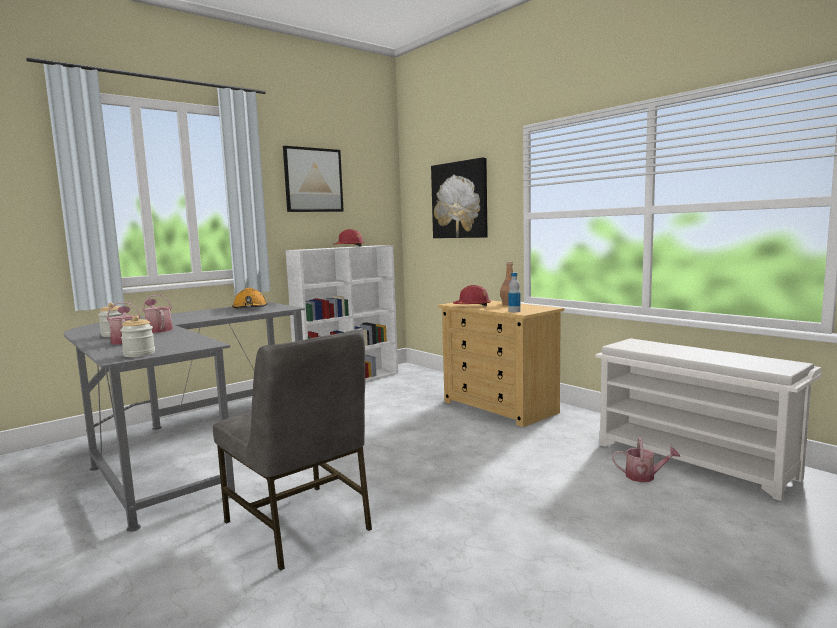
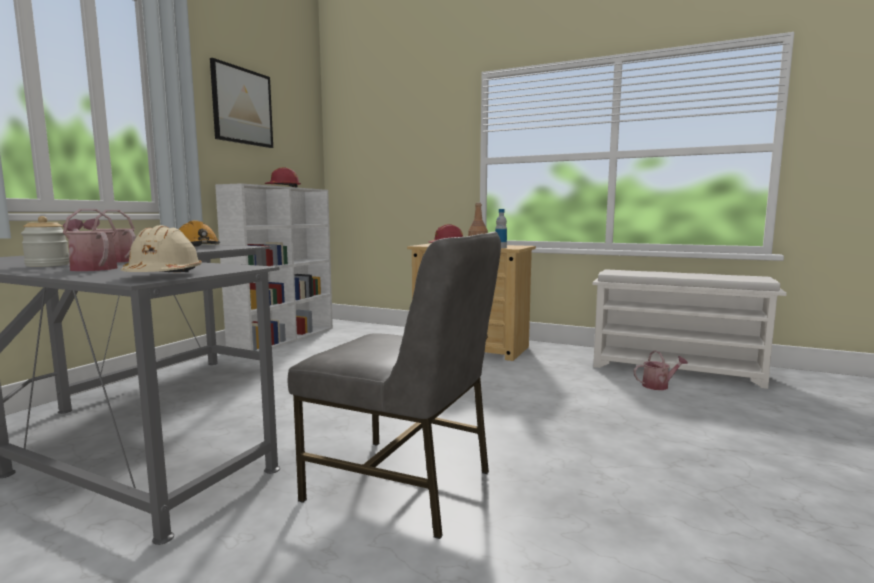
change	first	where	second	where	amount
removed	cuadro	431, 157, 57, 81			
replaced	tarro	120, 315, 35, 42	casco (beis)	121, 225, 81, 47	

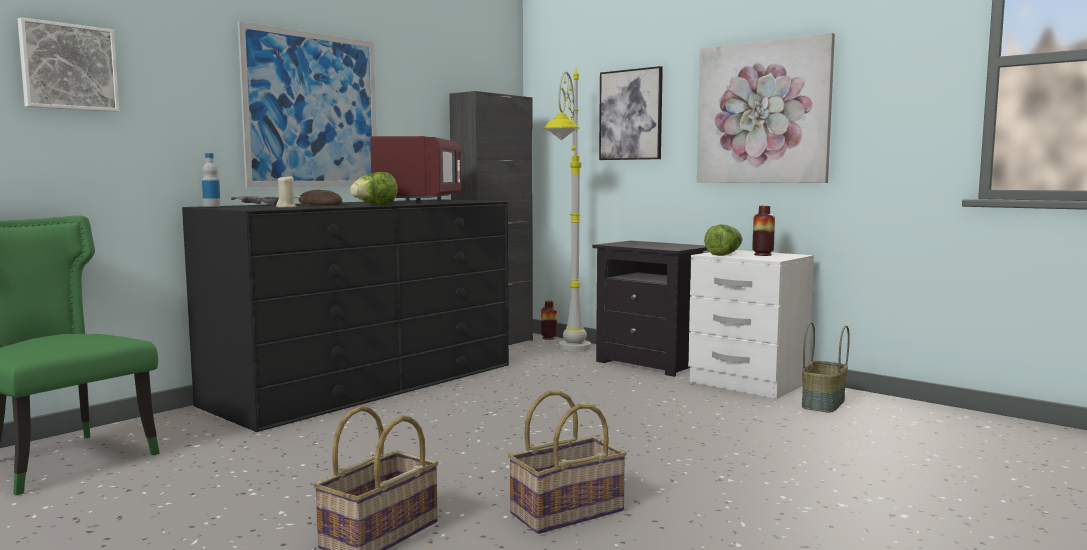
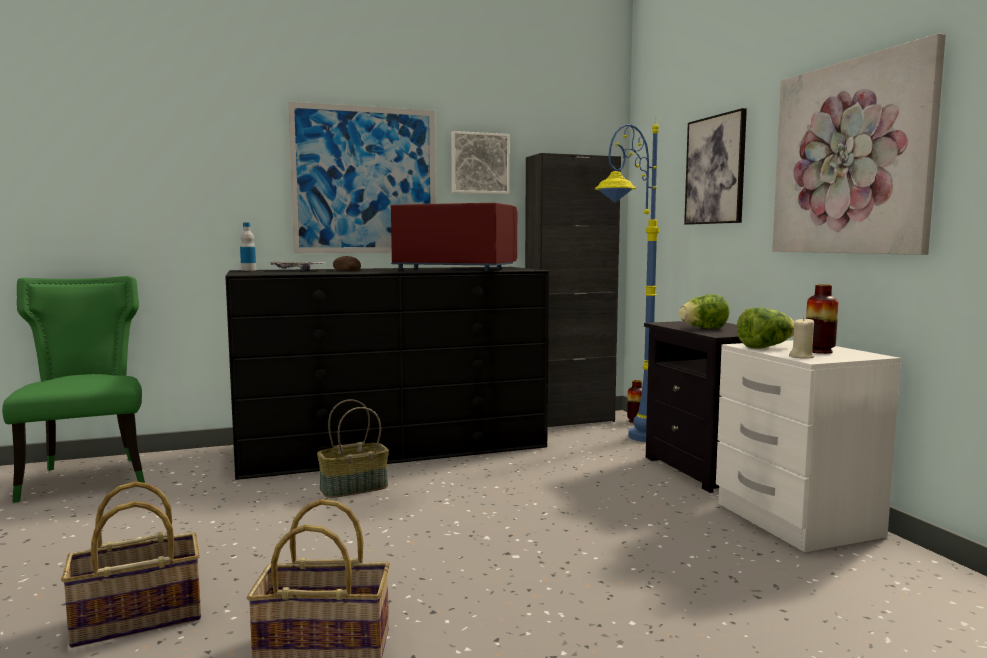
change	first	where	second	where	amount
moved	cuadro	18, 17, 101, 95		451, 131, 59, 63	
recoloured	lámpara de pie (gris)	544, 66, 47, 286	lámpara de pie (azul)	595, 117, 64, 325	
turned	microondas (rojo)	370, 136, 91, 67		391, 203, 126, 68	105 degrees counterclockwise
moved	lechuga	350, 172, 48, 33		678, 294, 51, 35	
moved	vela (beis)	276, 175, 20, 33		789, 318, 26, 41	
moved	cesta	802, 322, 48, 91		317, 399, 72, 99	

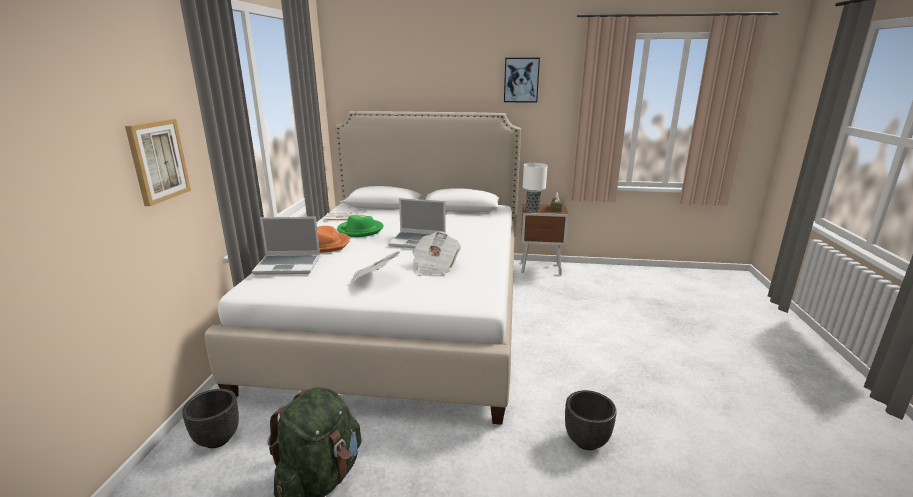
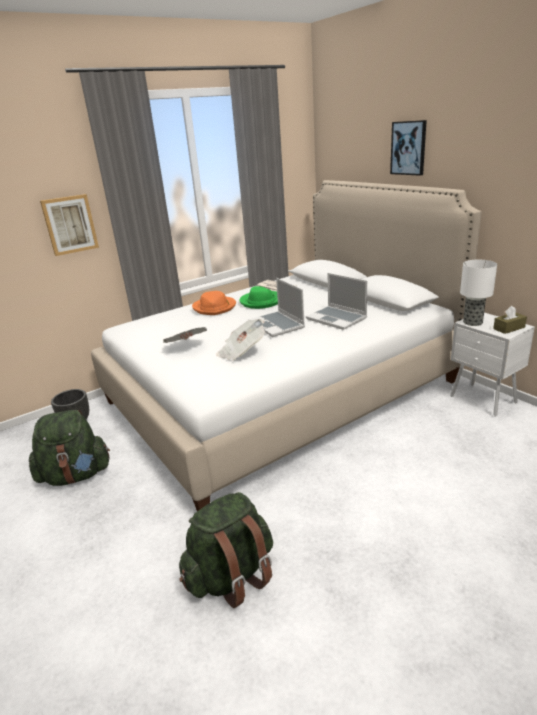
change	first	where	second	where	amount
moved	cuadro	504, 58, 36, 45		390, 120, 37, 56	
recoloured	mesita de noche (marrón)	521, 204, 48, 71	mesita de noche (blanco)	450, 313, 85, 103	
moved	portátil	252, 217, 68, 58		306, 273, 61, 57	
replaced	maceta (negro)	565, 390, 51, 60	mochila (verde)	179, 492, 94, 116	

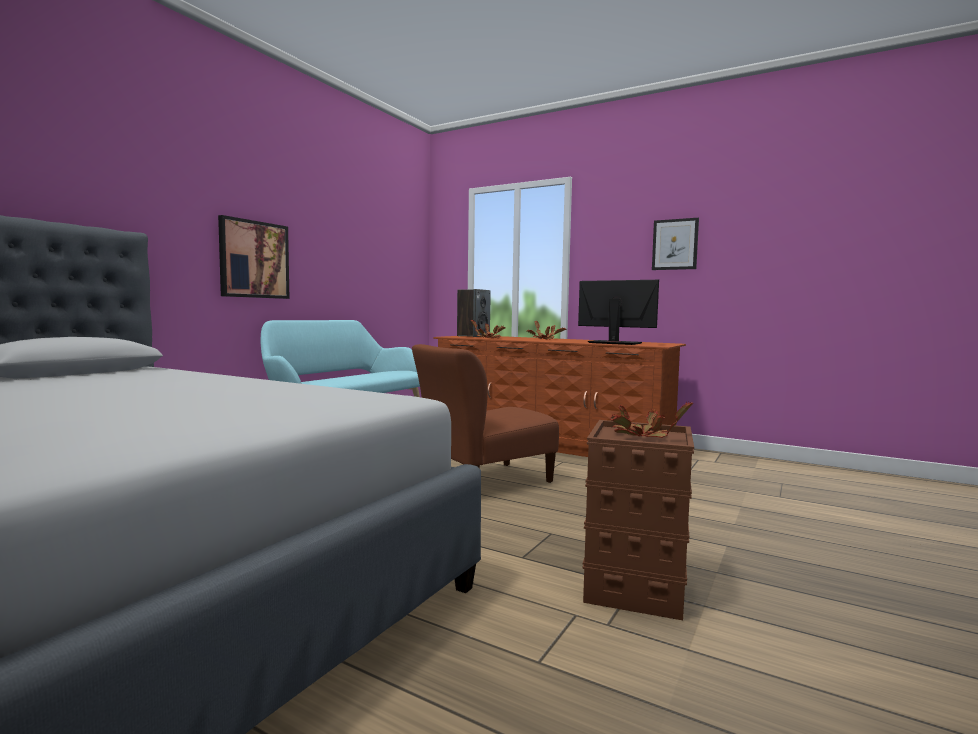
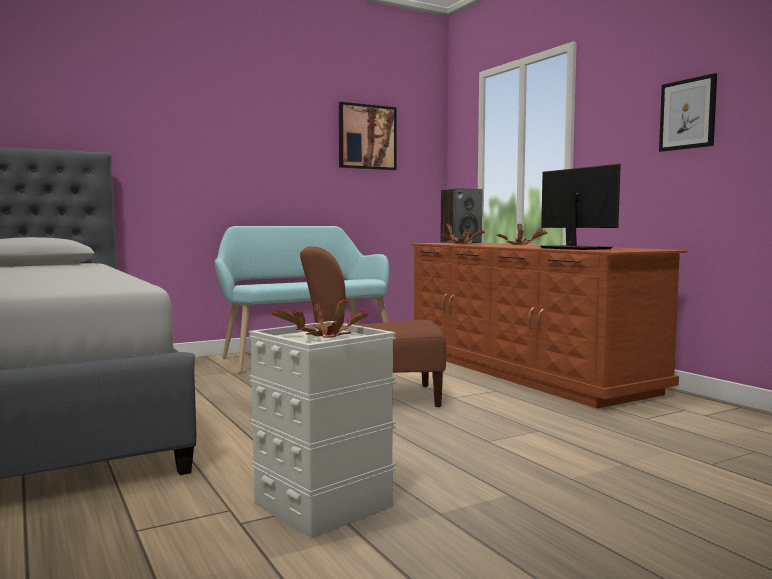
change	first	where	second	where	amount
moved	cuadro	218, 215, 71, 84		339, 102, 58, 68	
recoloured	caja de almacenaje (marrón)	582, 420, 112, 200	caja de almacenaje (gris)	249, 321, 147, 218	

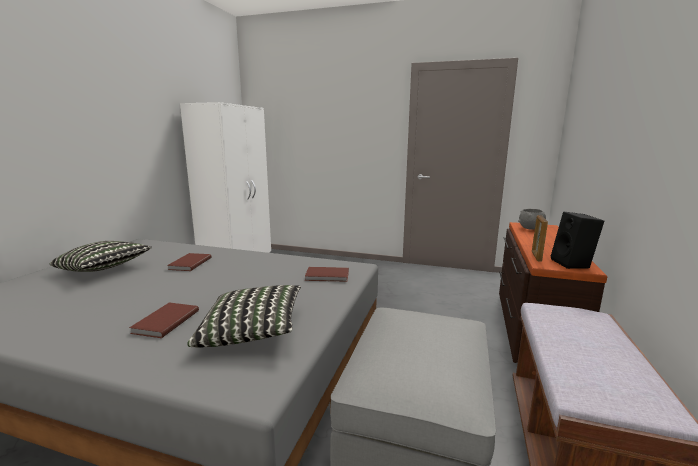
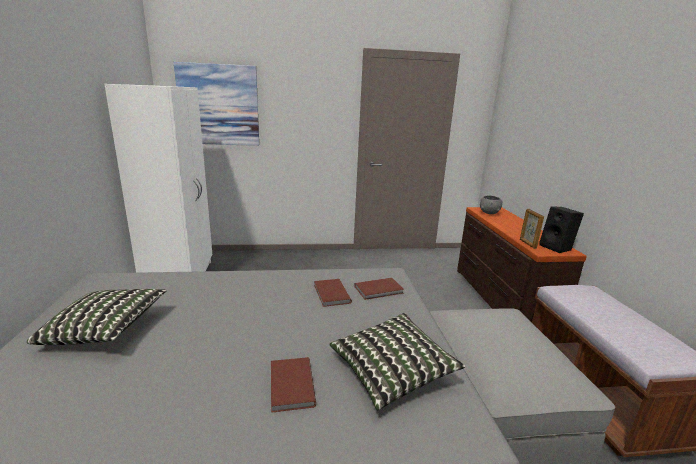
change	first	where	second	where	amount
moved	libro (marrón)	167, 253, 44, 18		314, 279, 38, 28	
added			cuadro	174, 62, 85, 84	

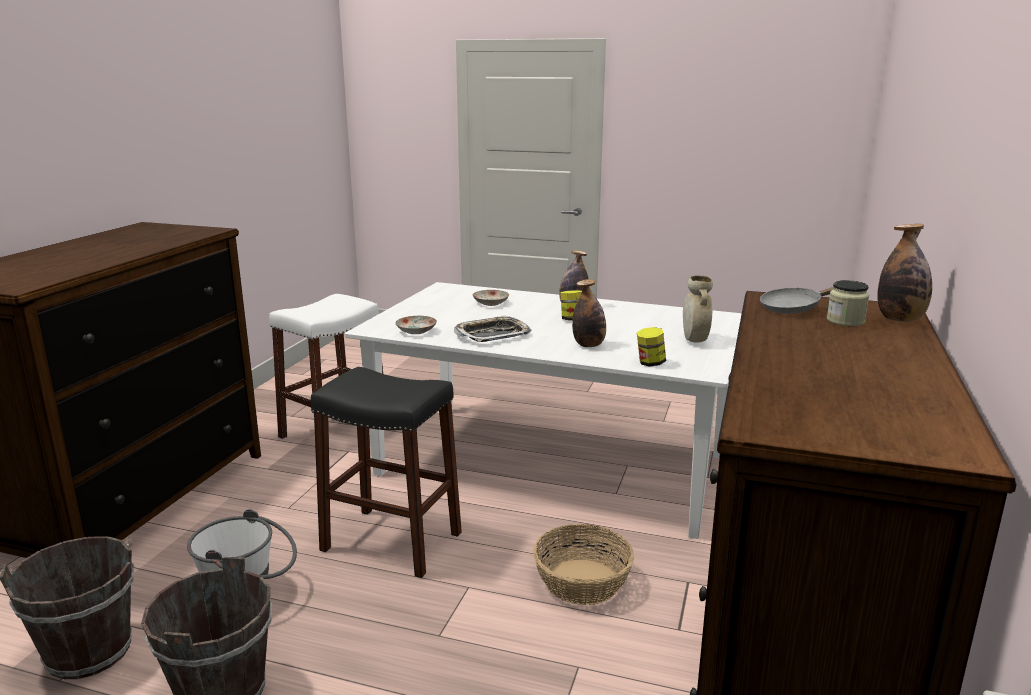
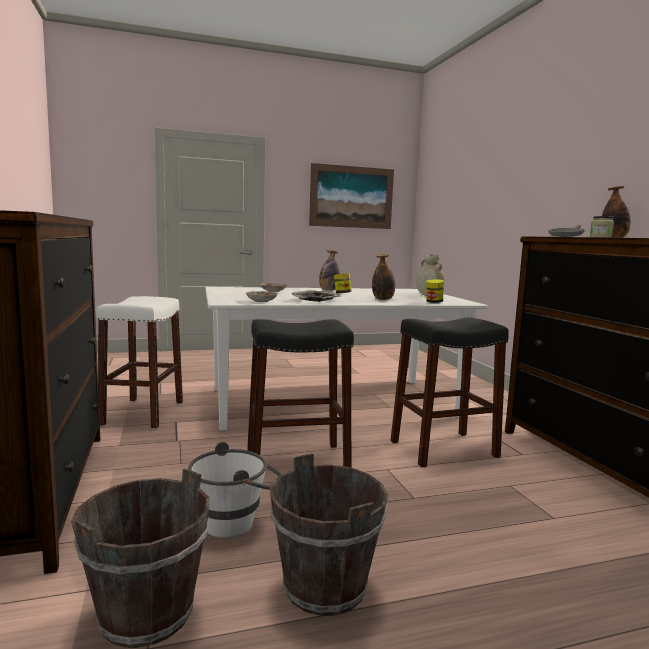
change	first	where	second	where	amount
replaced	cesta	533, 524, 101, 81	taburete (negro)	391, 317, 118, 150	
added			cuadro	309, 163, 85, 66	

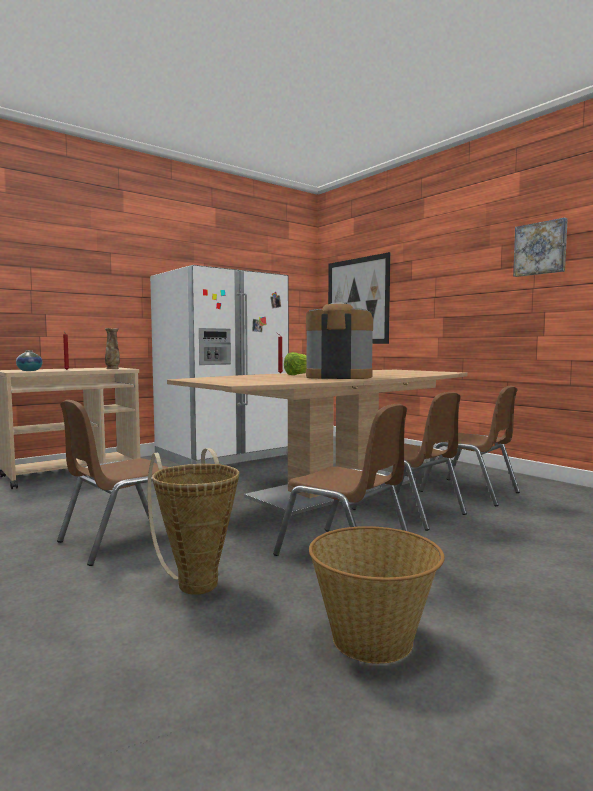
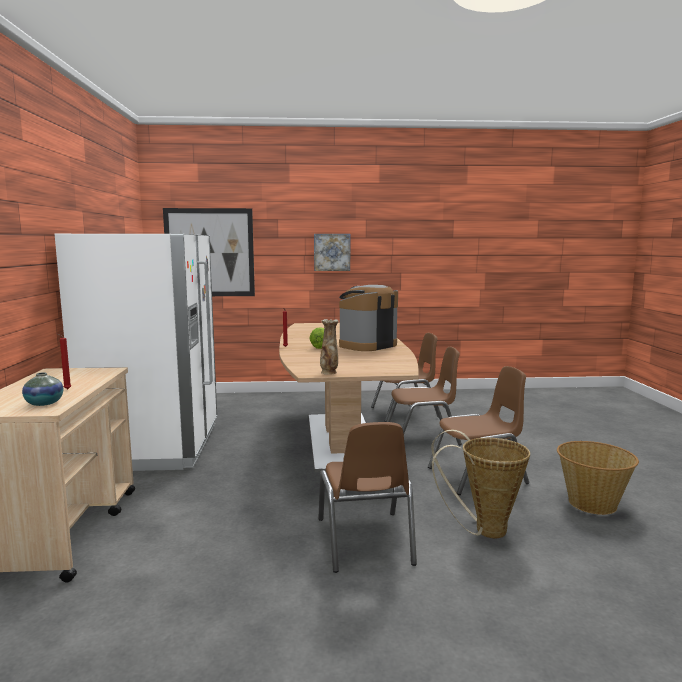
change	first	where	second	where	amount
moved	cuadro	513, 217, 55, 60		314, 234, 36, 37	
moved	florero	105, 328, 15, 41		320, 319, 19, 56	

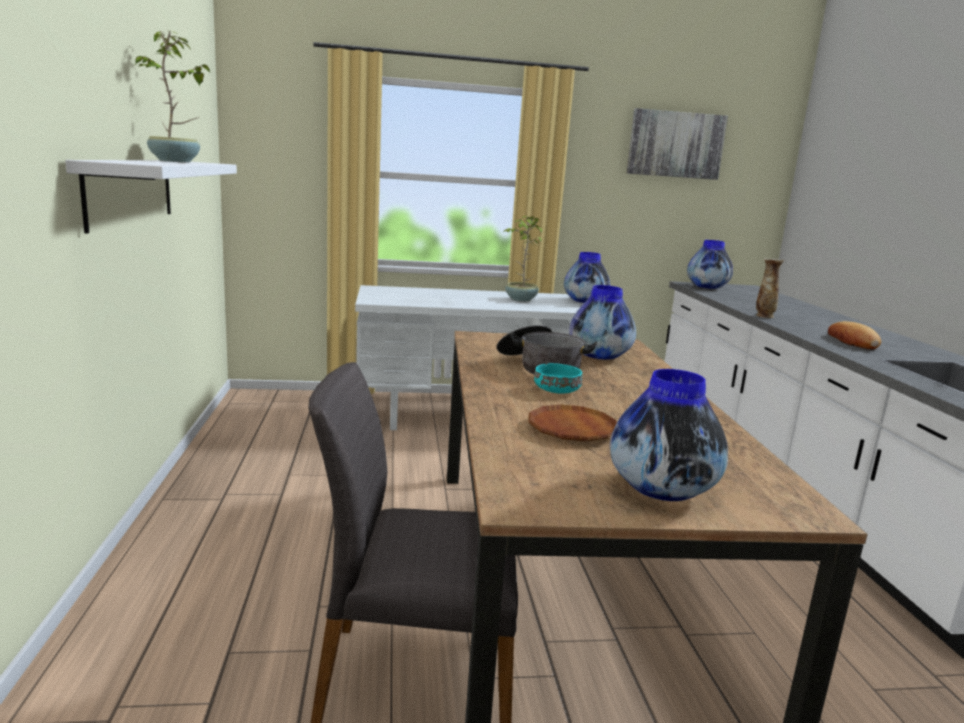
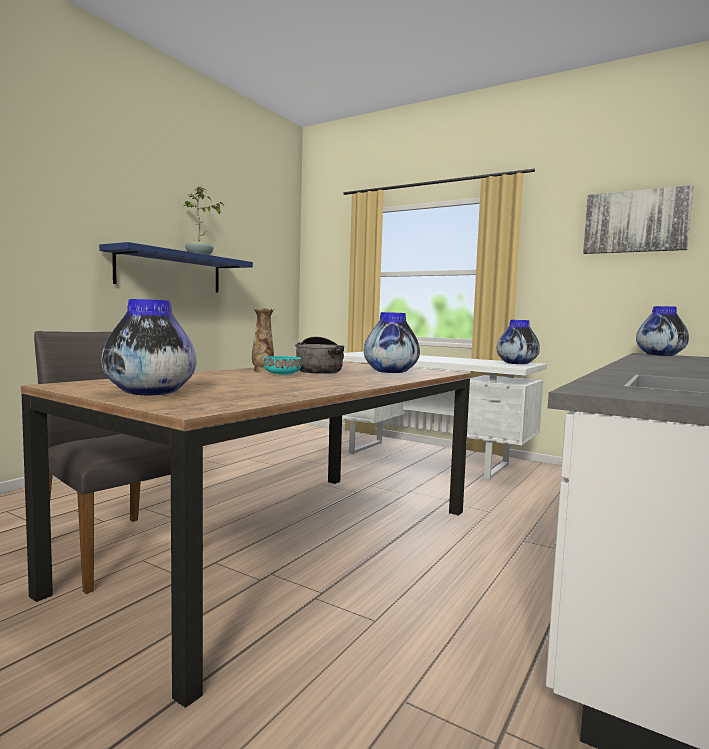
change	first	where	second	where	amount
recoloured	estante (blanco)	65, 160, 172, 74	estante (azul)	99, 242, 154, 51	
removed	planta en maceta	503, 216, 39, 86			
moved	florero	756, 258, 28, 60		252, 308, 22, 64	
removed	pan	828, 321, 53, 28			
removed	plato (marrón)	528, 404, 89, 38			

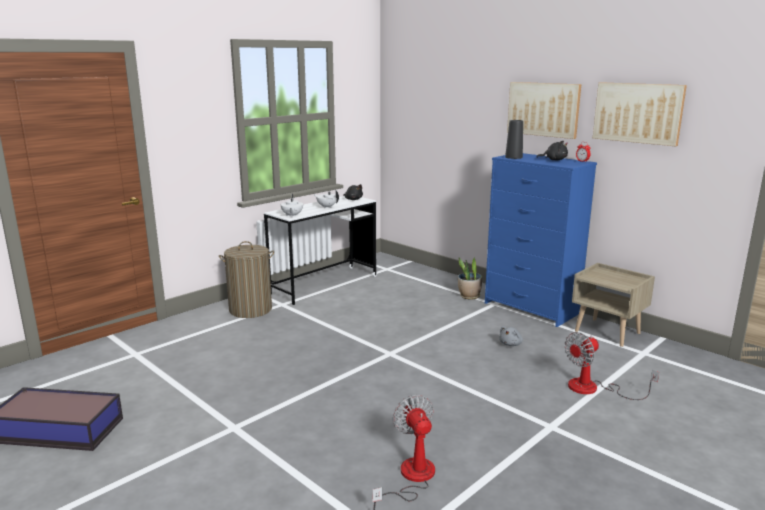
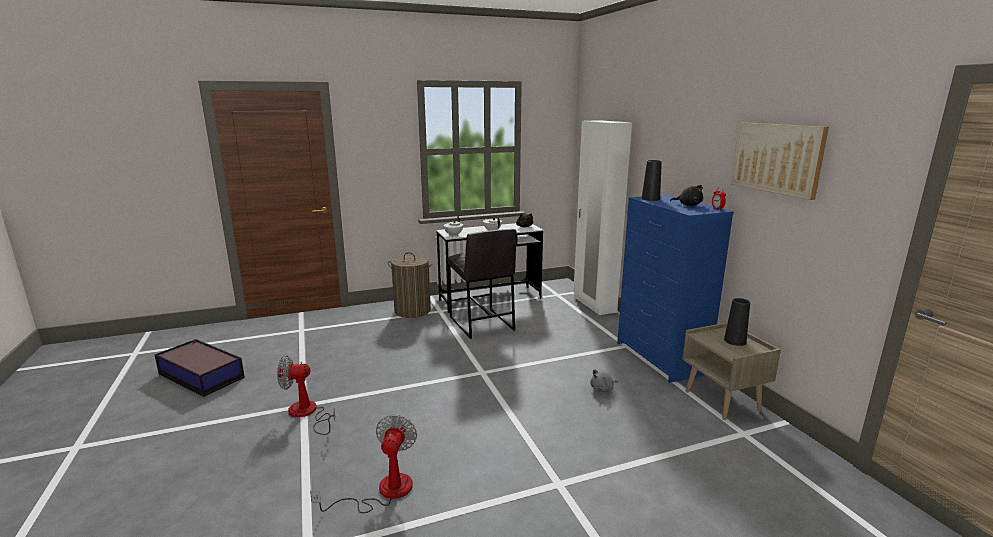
change	first	where	second	where	amount
removed	cuadro	507, 82, 74, 57			
removed	planta en maceta	458, 257, 24, 43			
moved	ventilador	564, 332, 95, 68		277, 355, 59, 80	
added			armario ropero (blanco)	573, 120, 59, 195	
added			taburete (gris)	447, 229, 69, 110	
added			florero (negro)	724, 298, 26, 48	

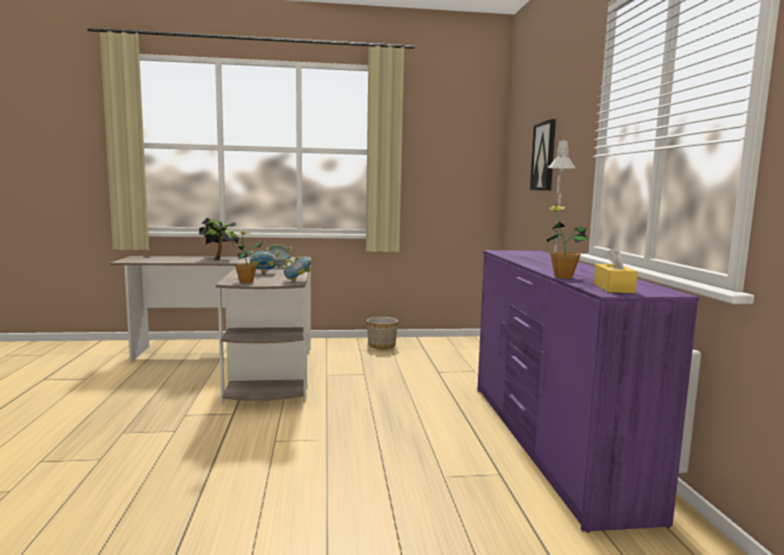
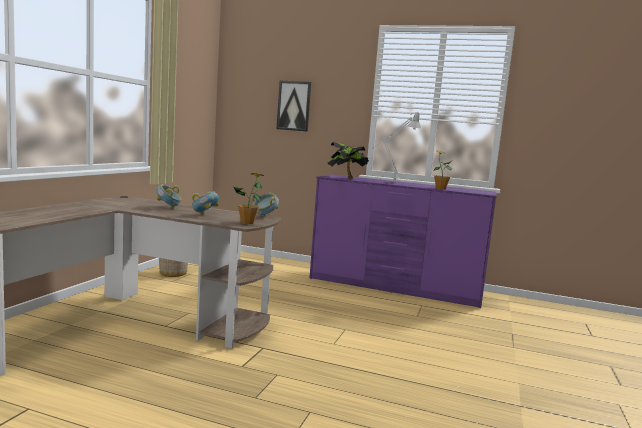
change	first	where	second	where	amount
moved	planta en maceta	199, 218, 40, 42		328, 142, 41, 37	
removed	caja de pañuelos (amarillo)	594, 247, 44, 46			

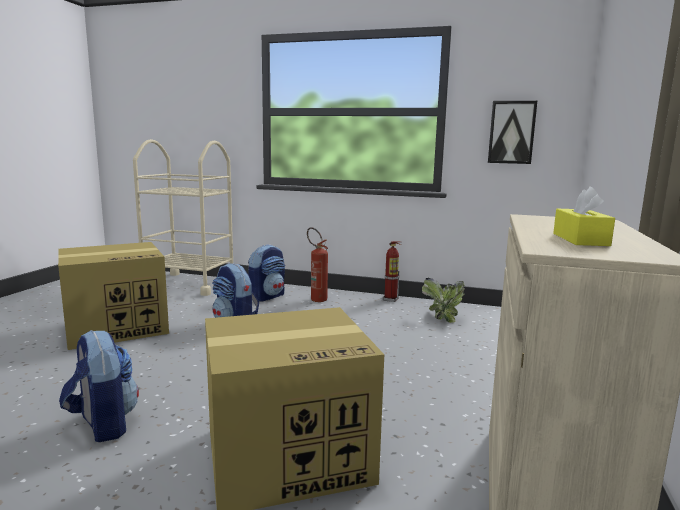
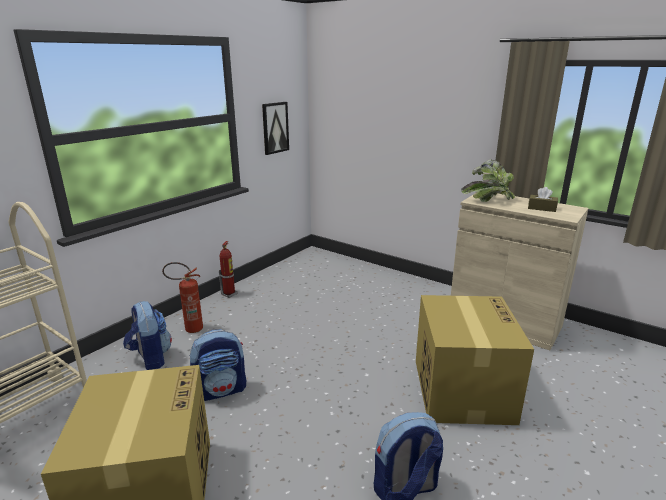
change	first	where	second	where	amount
recoloured	caja de pañuelos (amarillo)	553, 187, 62, 59	caja de pañuelos (marrón)	528, 187, 30, 25	
moved	planta en maceta	422, 278, 44, 45		461, 159, 55, 43	

